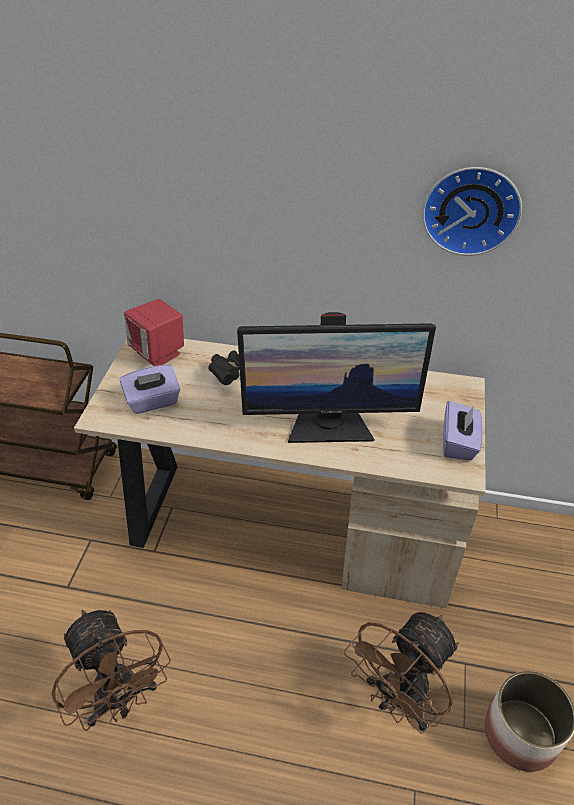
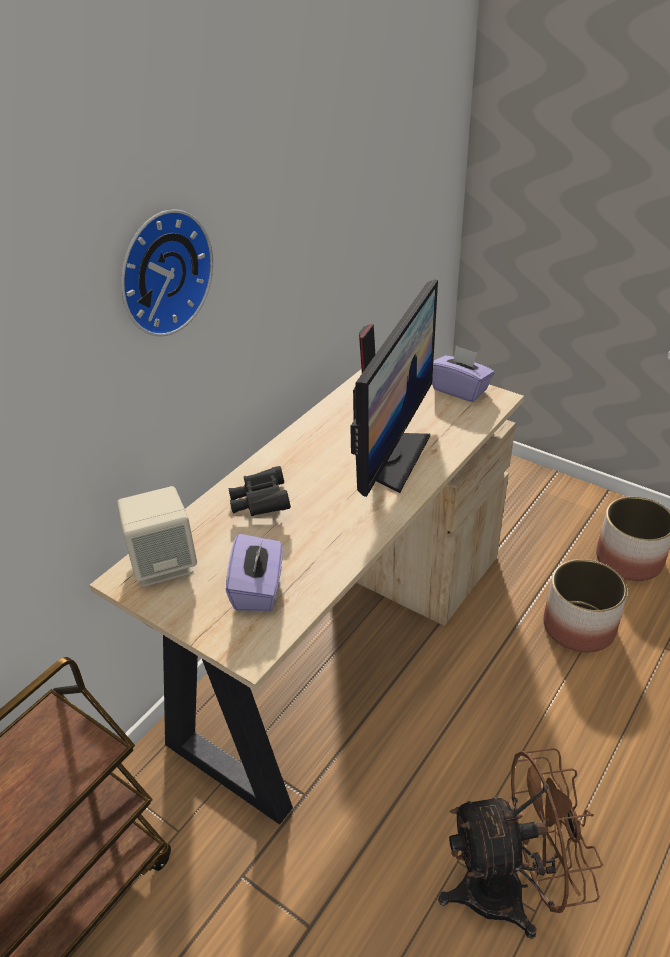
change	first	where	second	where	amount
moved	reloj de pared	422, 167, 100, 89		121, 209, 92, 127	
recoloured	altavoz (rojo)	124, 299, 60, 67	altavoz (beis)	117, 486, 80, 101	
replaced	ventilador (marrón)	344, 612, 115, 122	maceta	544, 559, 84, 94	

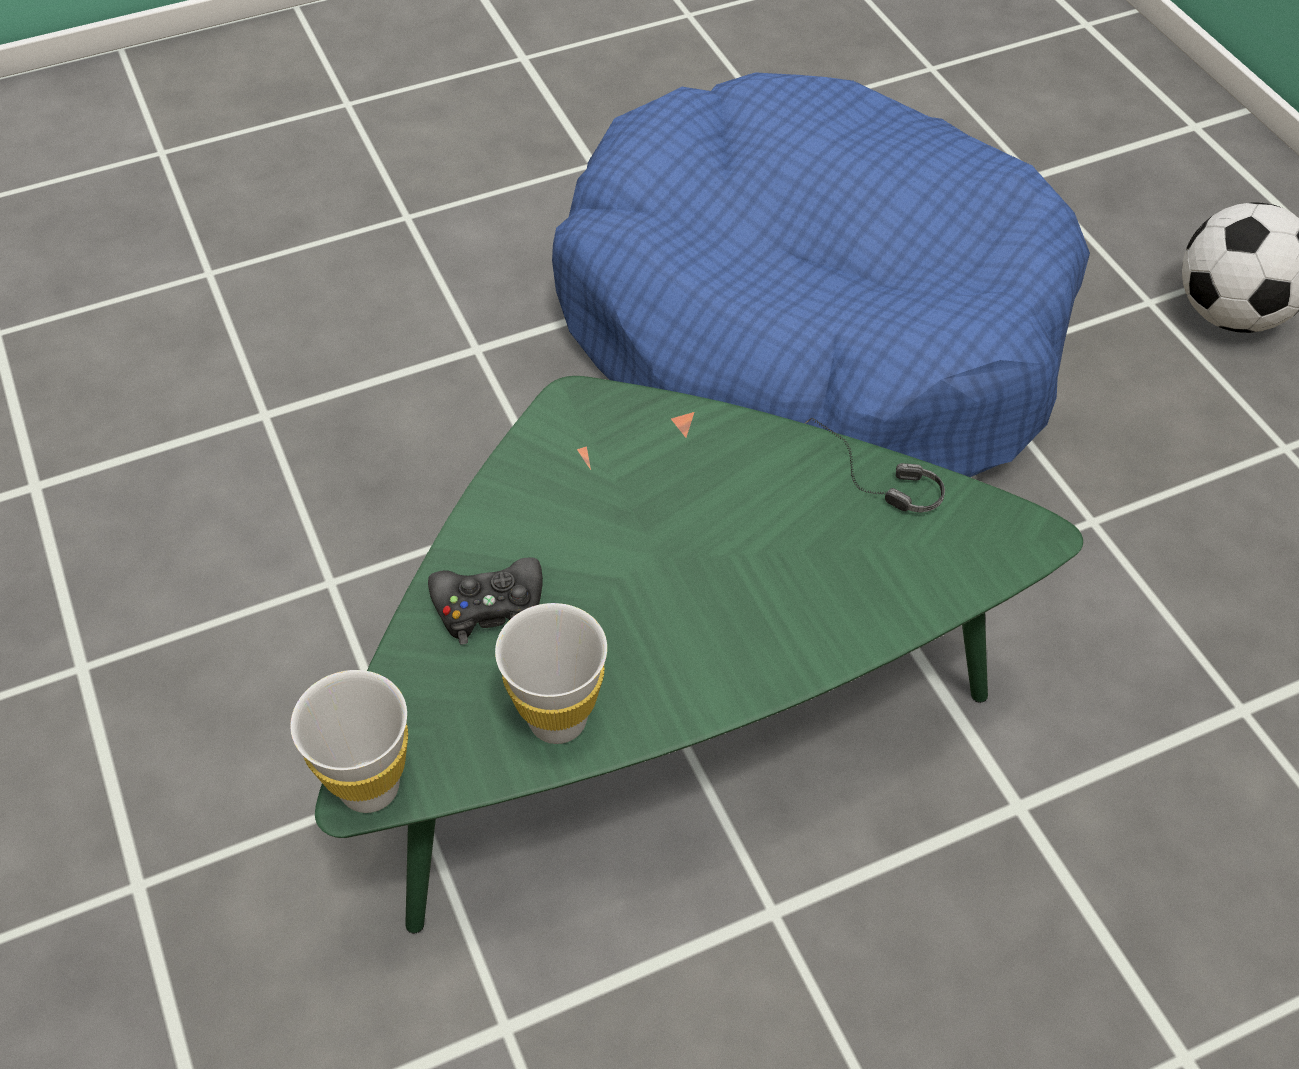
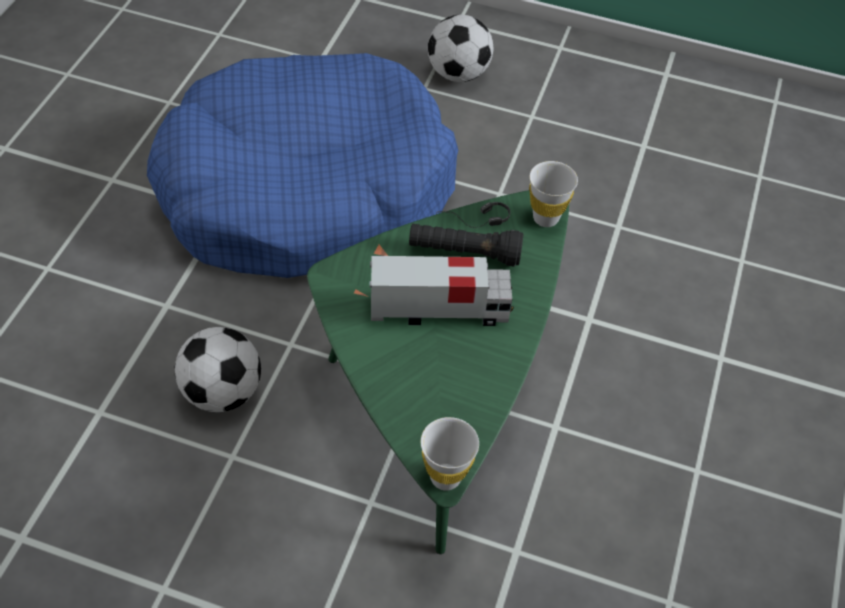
change	first	where	second	where	amount
removed	mando de consola (negro)	428, 557, 115, 88			
moved	taza (blanco)	495, 603, 112, 141		529, 161, 49, 66	
added			linterna (negro)	409, 224, 114, 43	
added			camión de juguete	370, 256, 144, 70	
added			balón de fútbol	175, 327, 86, 85	

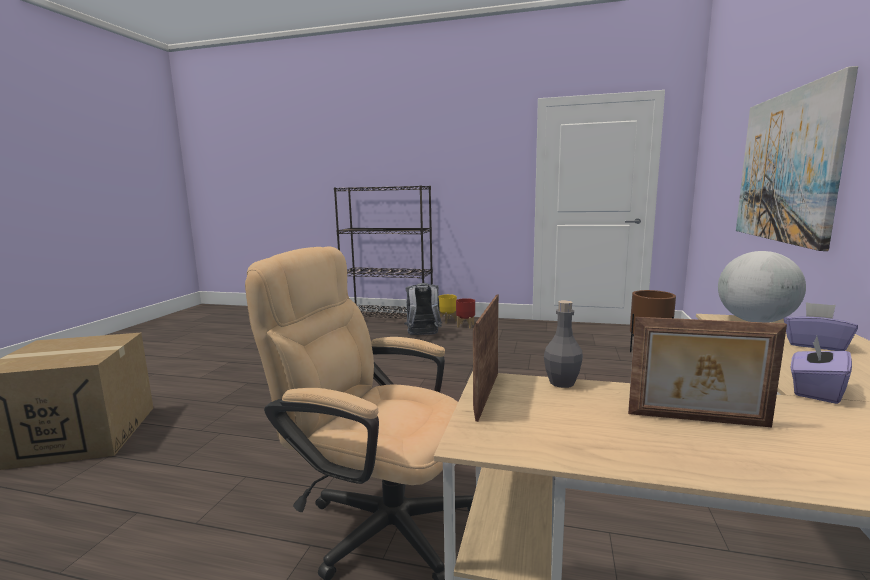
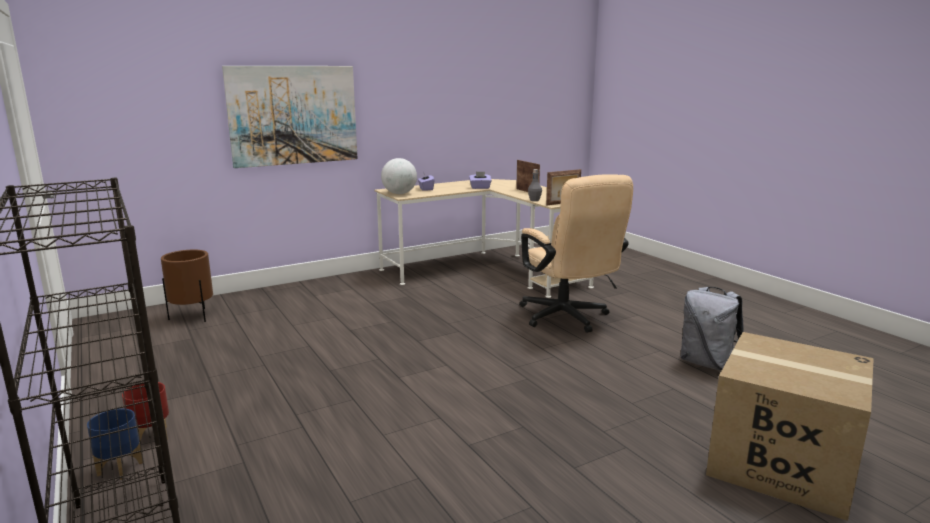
change	first	where	second	where	amount
moved	mochila (gris)	404, 283, 38, 52		680, 287, 64, 84	
recoloured	maceta (amarillo)	439, 294, 18, 30	maceta (azul)	87, 408, 56, 72	

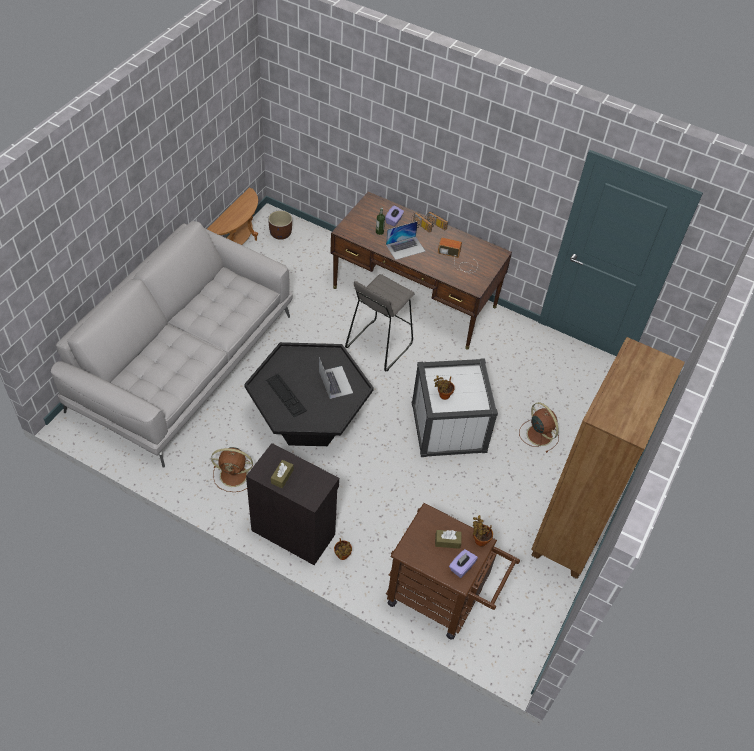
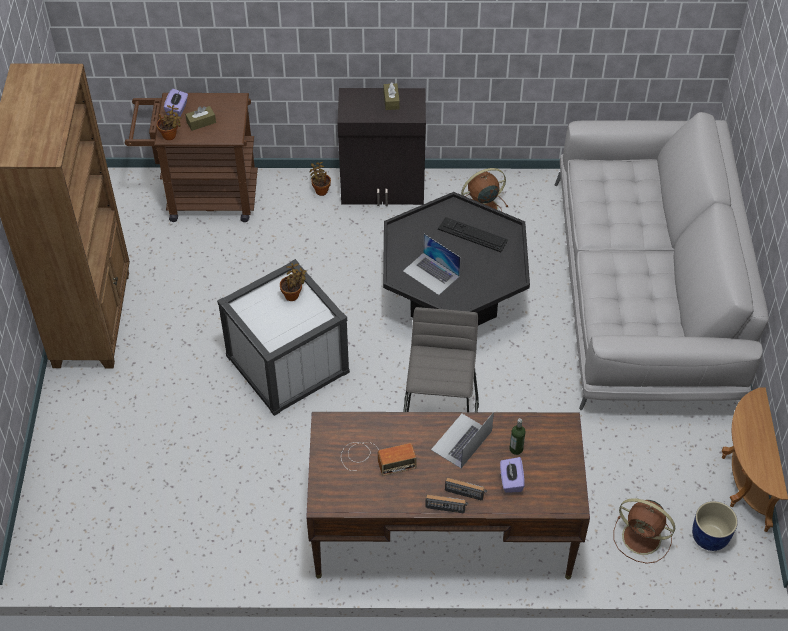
change	first	where	second	where	amount
recoloured	maceta (marrón)	268, 210, 24, 30	maceta (azul)	692, 501, 46, 50	
moved	ventilador (marrón)	519, 402, 40, 51		613, 498, 62, 66	

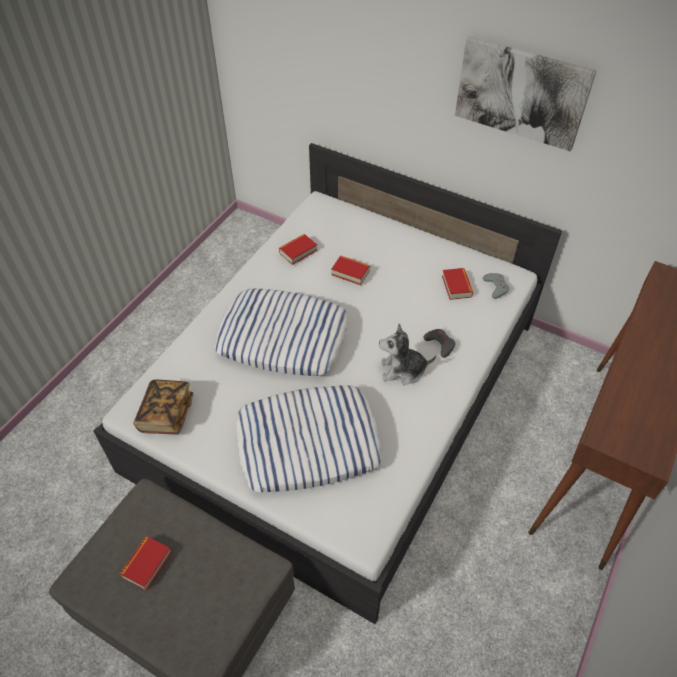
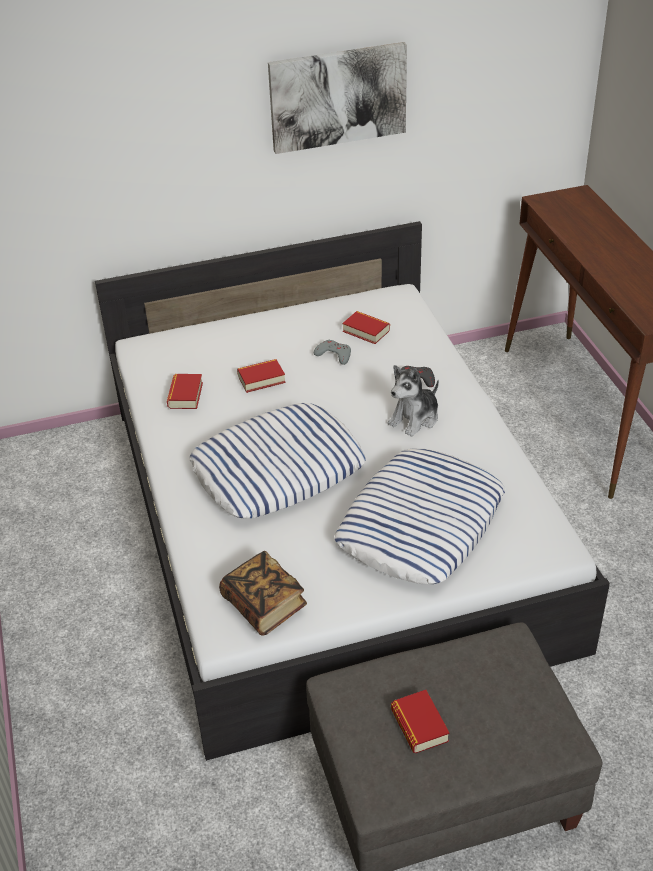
change	first	where	second	where	amount
moved	mando de consola (gris)	483, 273, 26, 26		314, 340, 37, 25	

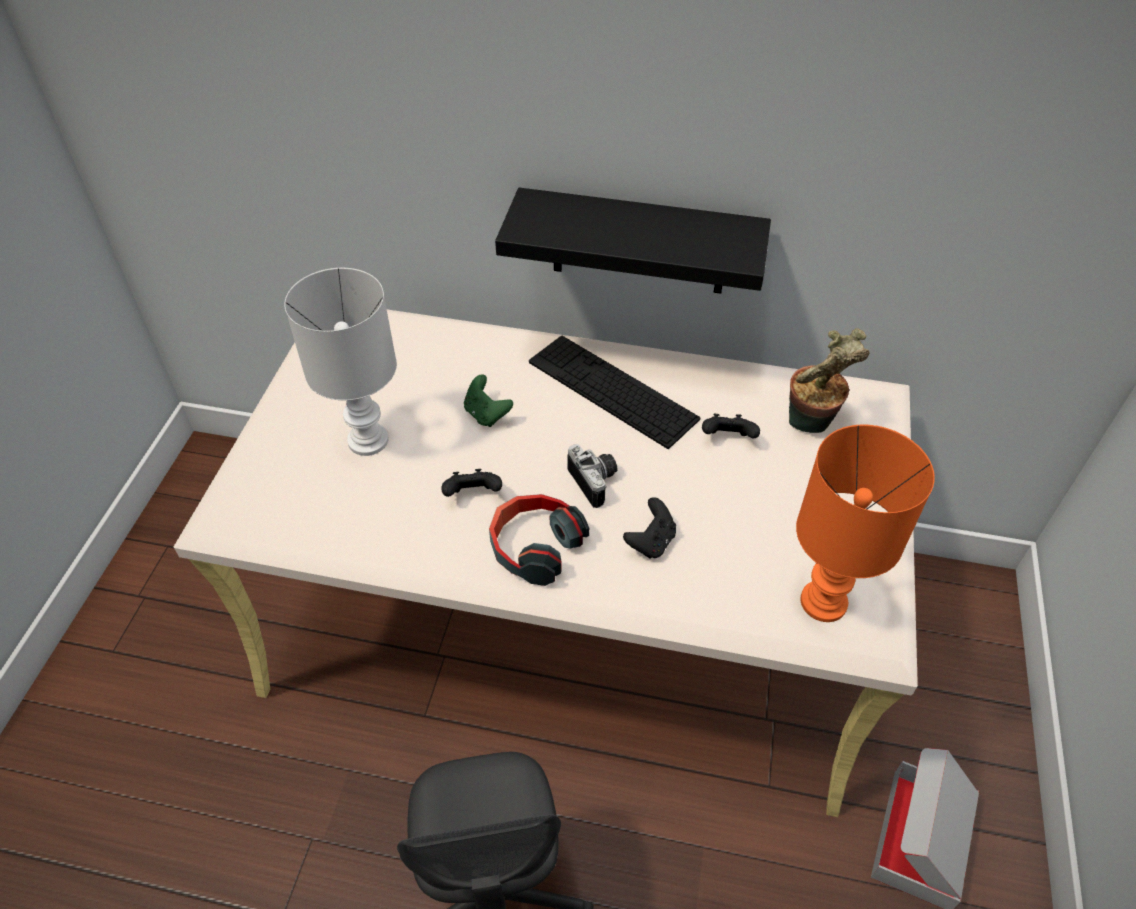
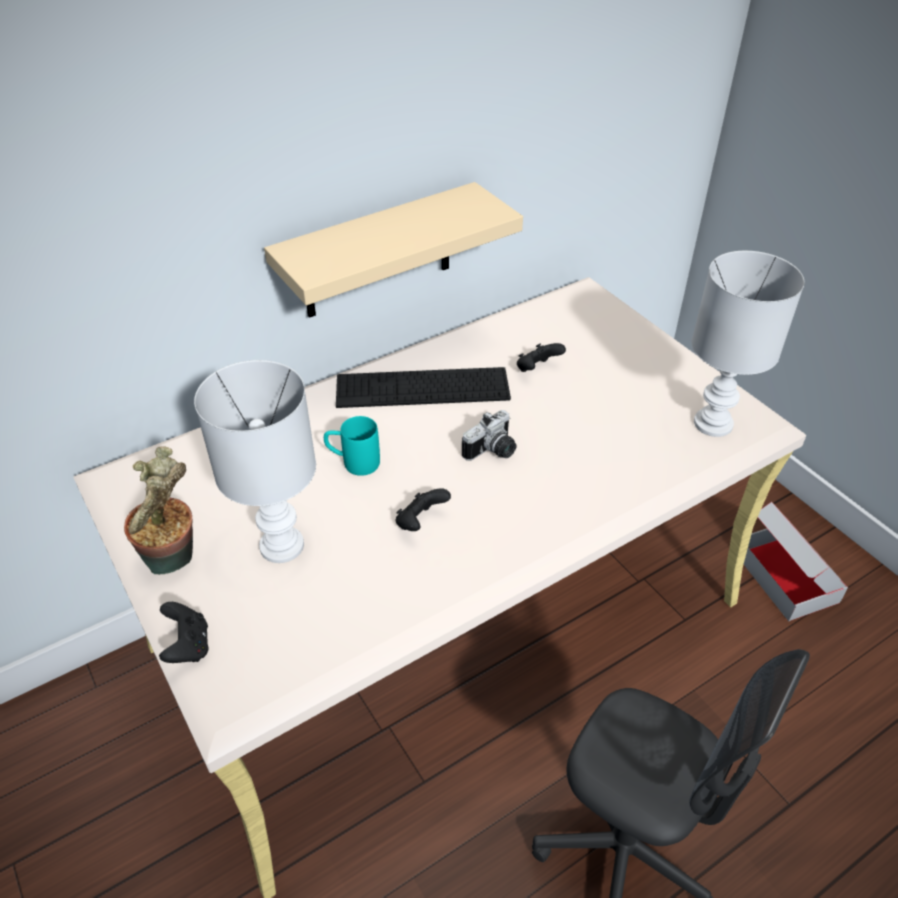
change	first	where	second	where	amount
recoloured	estante (negro)	495, 188, 276, 106	estante (beis)	264, 182, 259, 136	
moved	planta en maceta	789, 328, 81, 105		124, 446, 69, 129	
replaced	mando de consola (verde)	464, 374, 49, 53	taza grande (turquesa)	324, 416, 56, 60	
recoloured	lámpara de mesa (naranja)	796, 425, 139, 197	lámpara de mesa (blanco)	692, 251, 113, 186	
turned	cámara	568, 444, 49, 64		462, 410, 55, 51	120 degrees clockwise
removed	auriculares	489, 494, 100, 92			
moved	mando de consola (negro)	623, 497, 53, 62		159, 602, 50, 61	

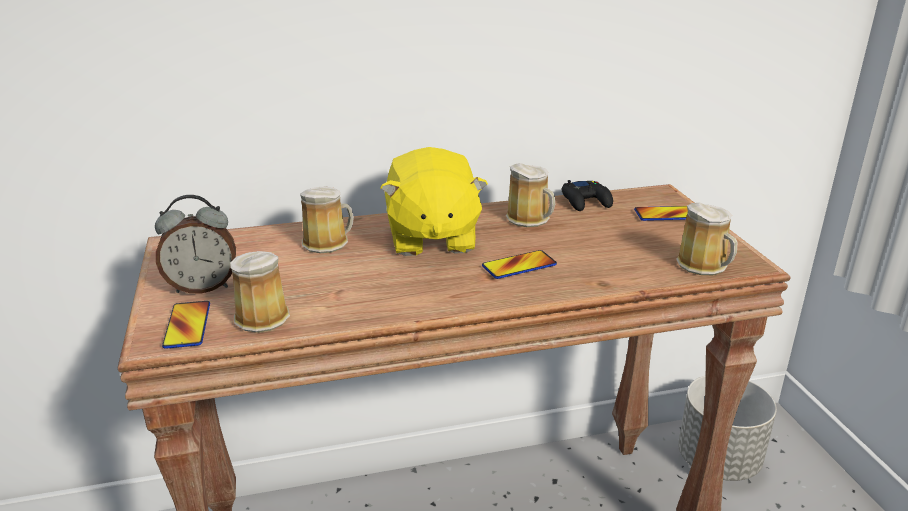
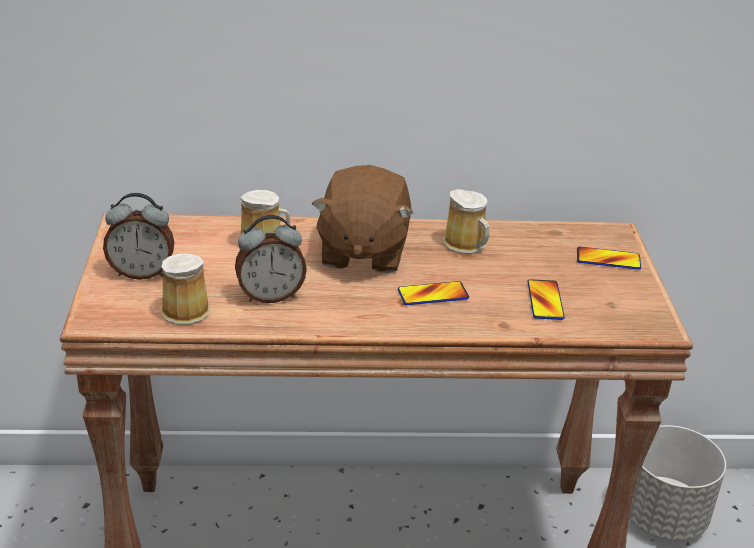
change	first	where	second	where	amount
recoloured	peluche (amarillo)	380, 147, 108, 109	peluche (marrón)	312, 165, 101, 108	
removed	mando de consola (negro)	562, 180, 51, 31			
removed	taza grande	676, 203, 61, 72			
moved	móvil	162, 301, 48, 48		527, 279, 38, 41	
added			despertador	235, 215, 72, 88	

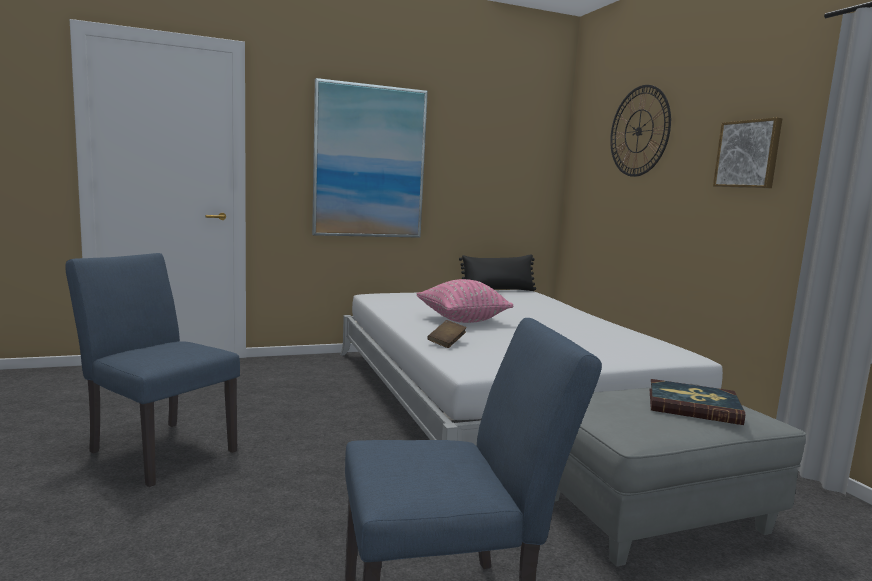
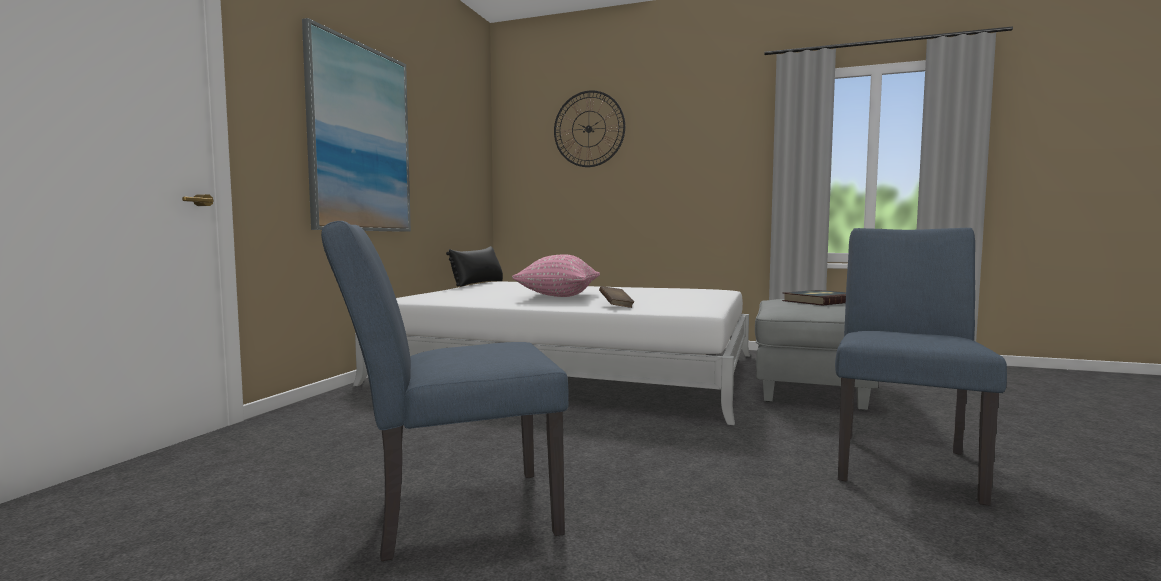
change	first	where	second	where	amount
removed	cuadro	713, 118, 70, 70			

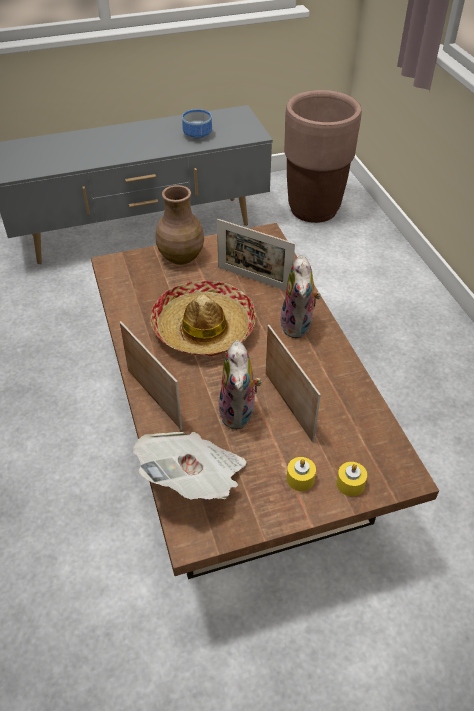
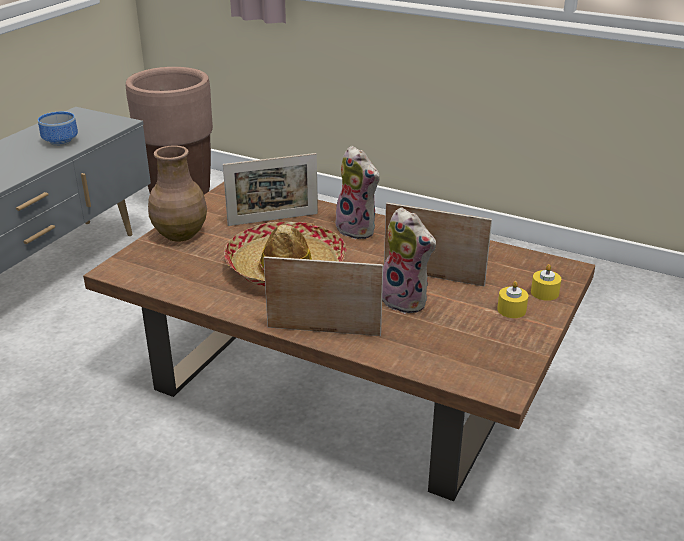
change	first	where	second	where	amount
removed	periódico	133, 432, 114, 67			

